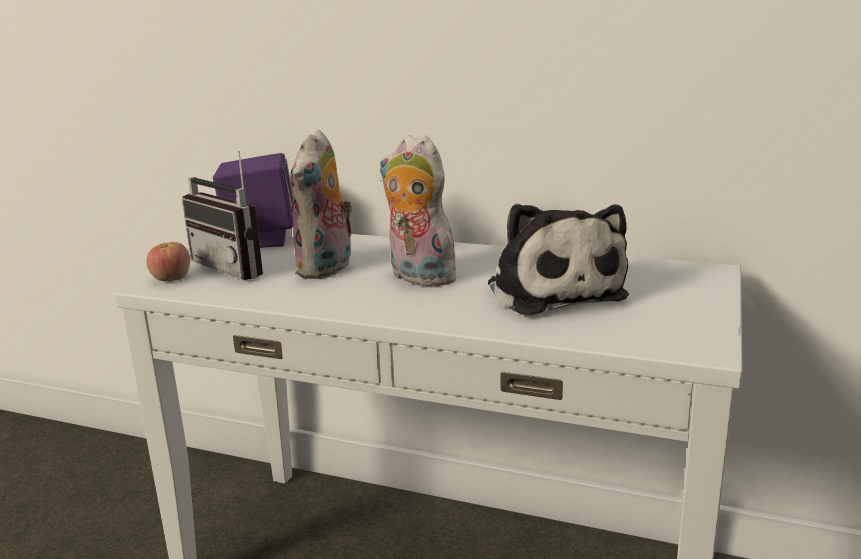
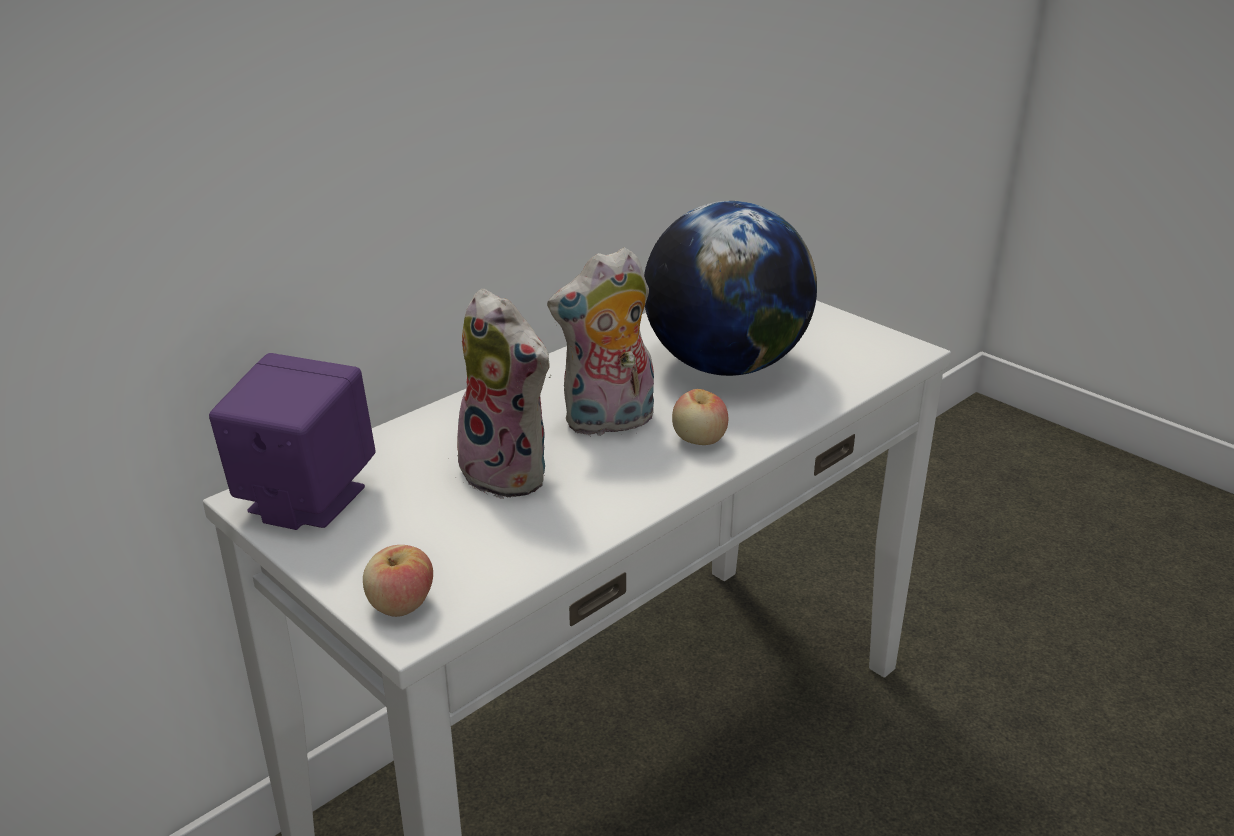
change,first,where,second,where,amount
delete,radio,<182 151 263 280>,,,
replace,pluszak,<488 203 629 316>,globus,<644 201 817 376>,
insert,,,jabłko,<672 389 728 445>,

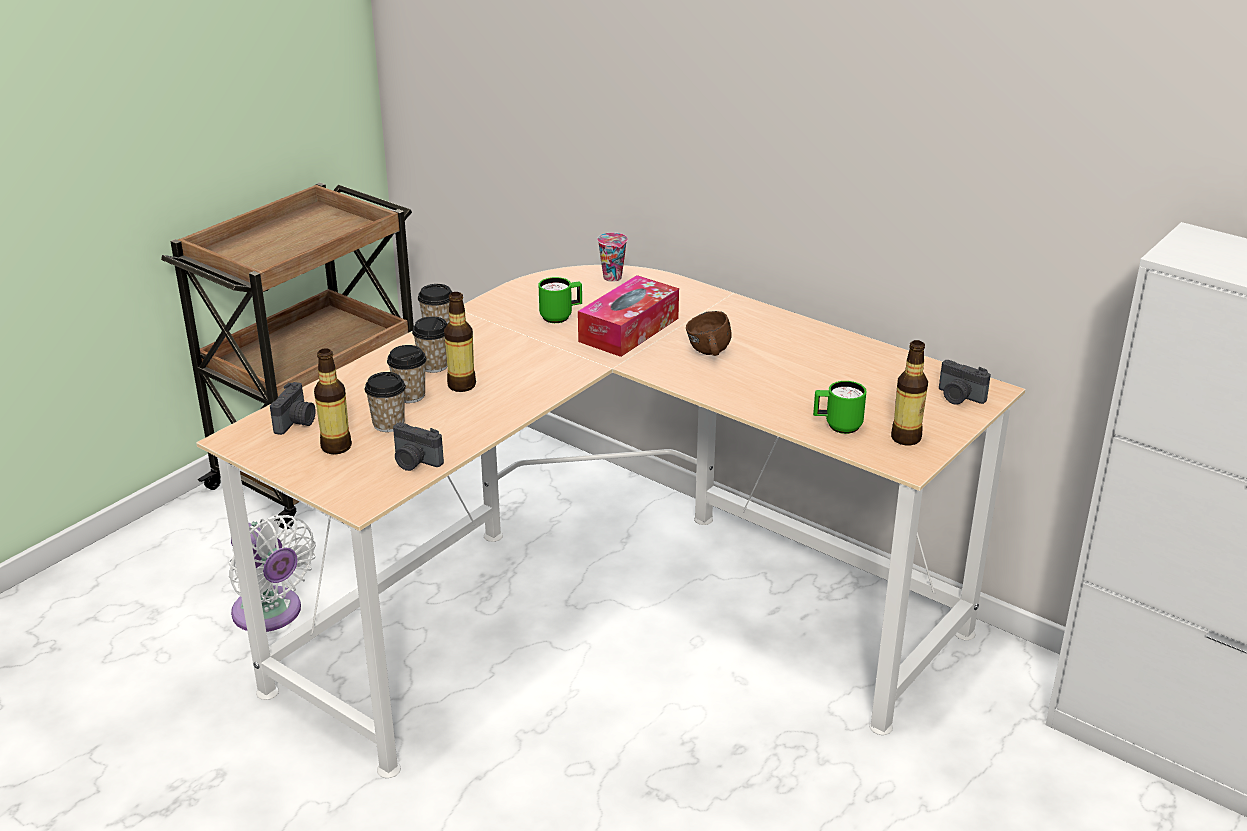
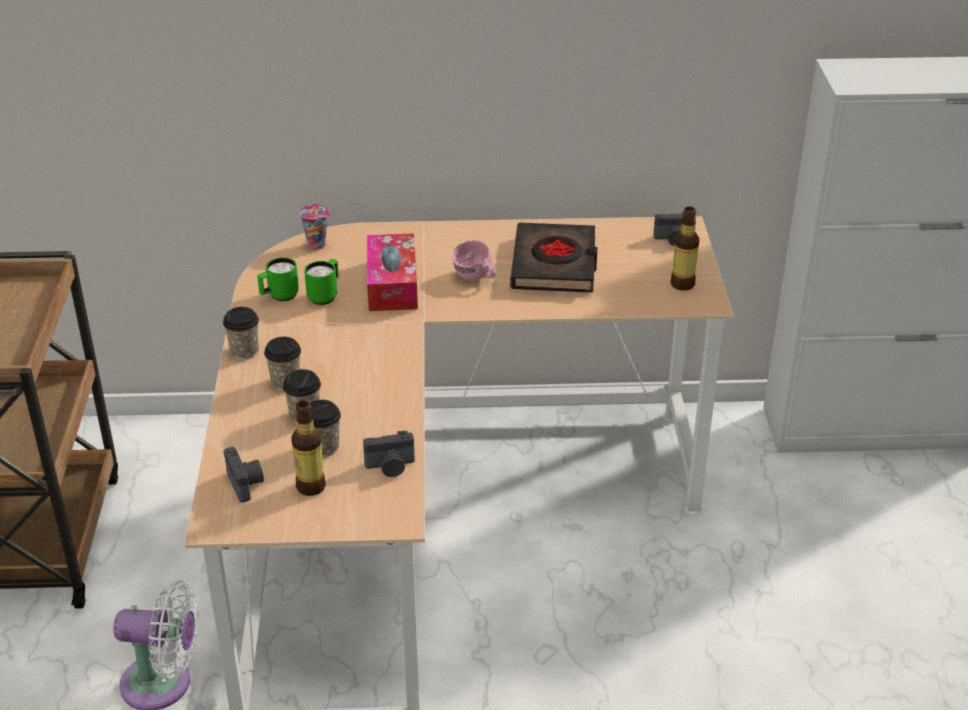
change,first,where,second,where,amount
delete,butelka,<444 292 476 392>,,,
recolor,kubek (brązowy),<686 311 732 356>,kubek (różowy),<452 240 496 280>,
move,kubek (zielony),<813 381 866 434>,,<257 257 299 301>,
insert,,,książka (czarny),<510 223 597 293>,

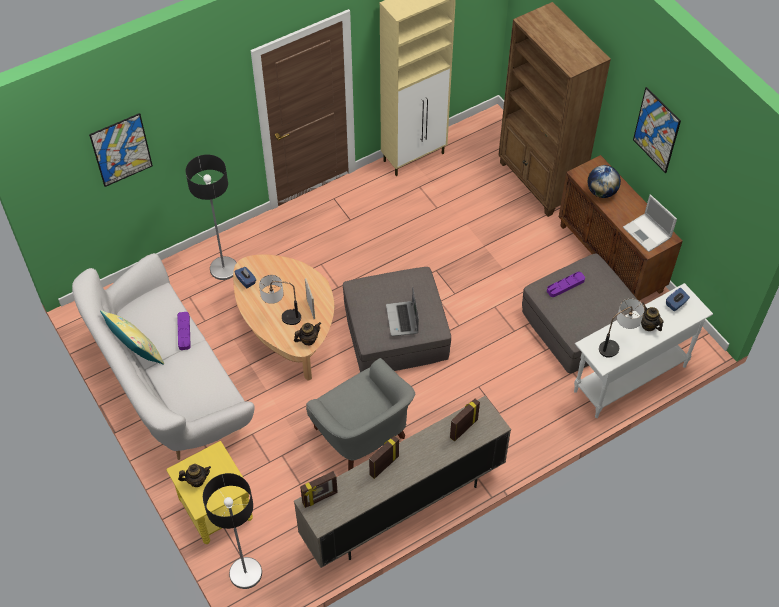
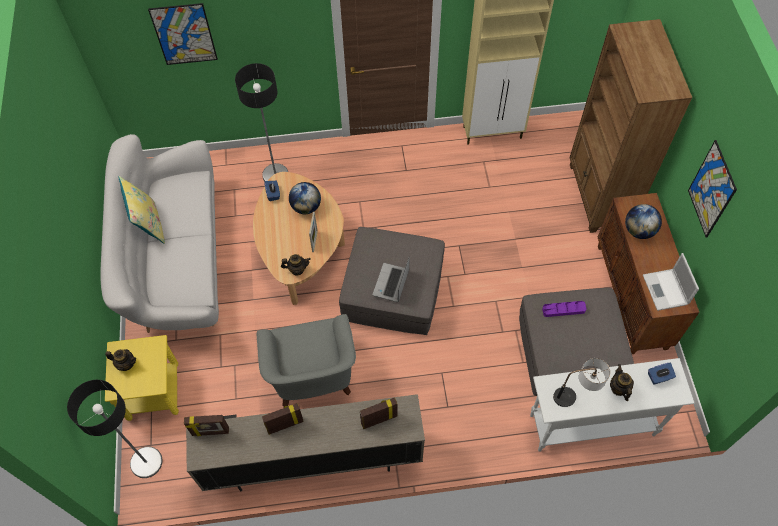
change,first,where,second,where,amount
delete,lampa stołowa,<259 275 301 325>,,,
delete,taca (fioletowy),<177 312 191 350>,,,
insert,,,globus,<289 182 321 214>,

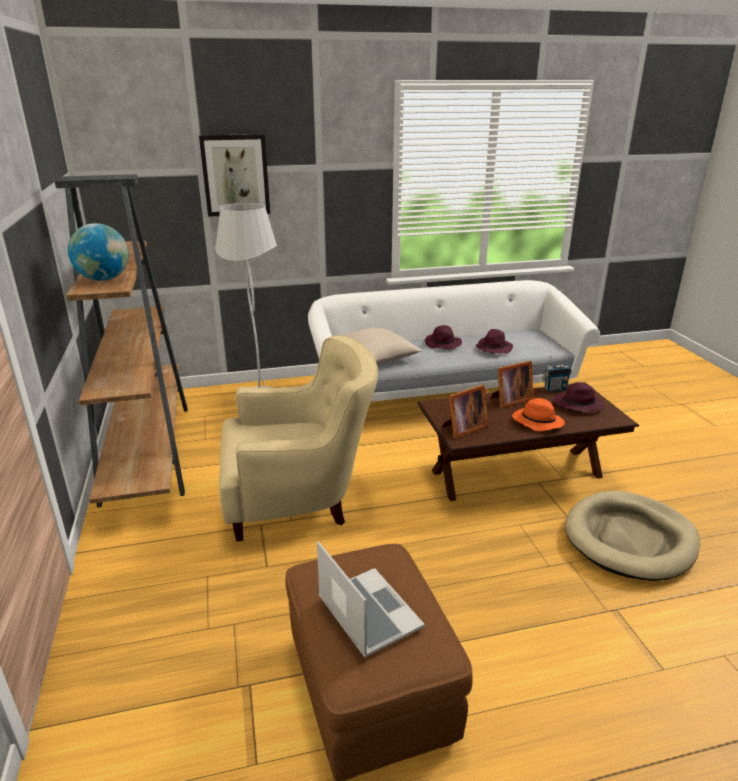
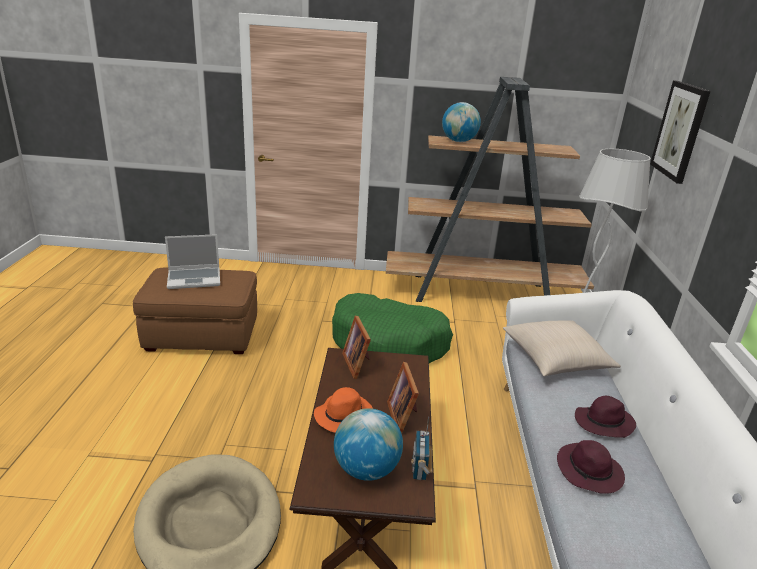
change,first,where,second,where,amount
replace,fotel (beżowy),<219 335 378 542>,legowisko (zielony),<332 293 453 363>,
replace,kapelusz (fioletowy),<554 382 605 413>,globus,<334 408 403 481>,

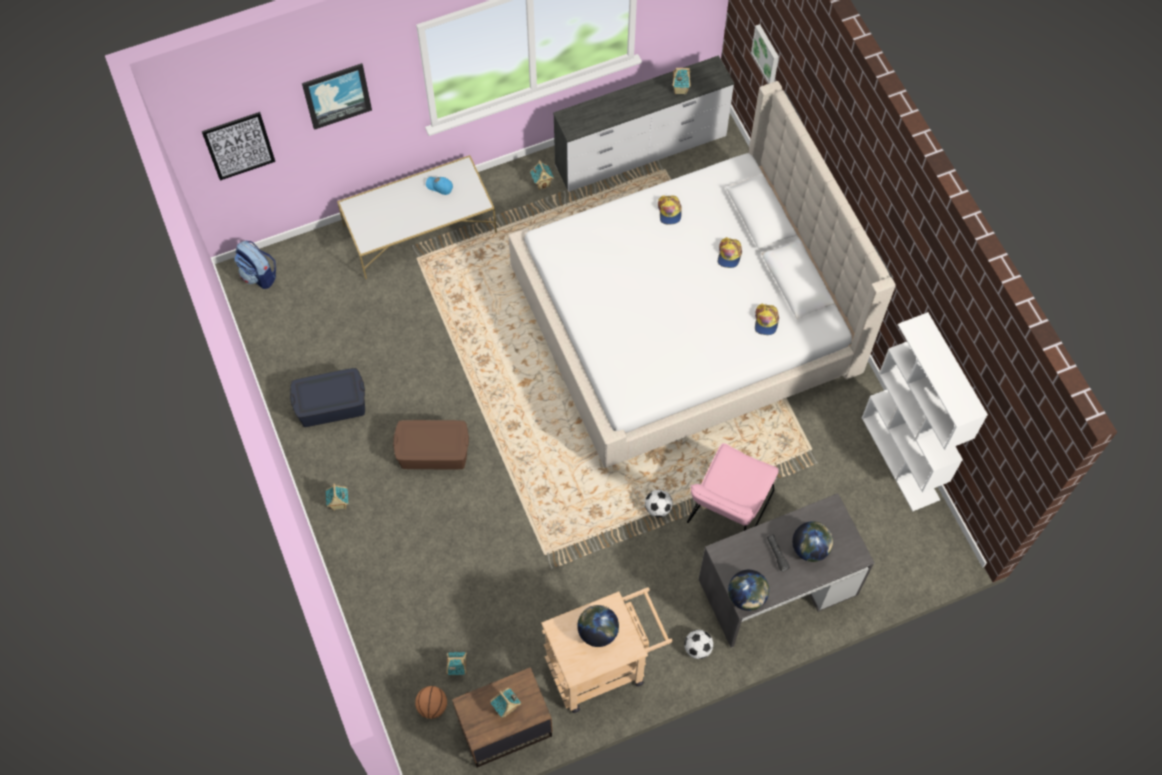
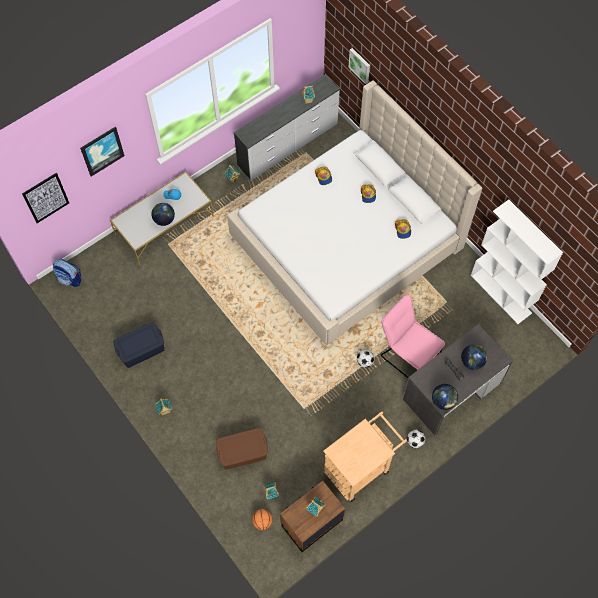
change,first,where,second,where,amount
move,pojemnik do przechowywania (brązowy),<393 420 469 469>,,<216 428 268 470>,
rotate,krzesło (różowy),<687 443 779 531>,,<381 295 445 378>,120 degrees clockwise
move,globus,<577 605 619 647>,,<151 203 175 226>,

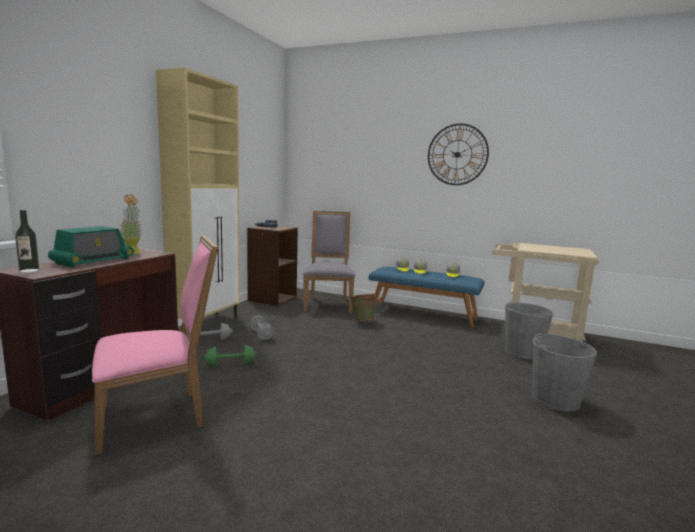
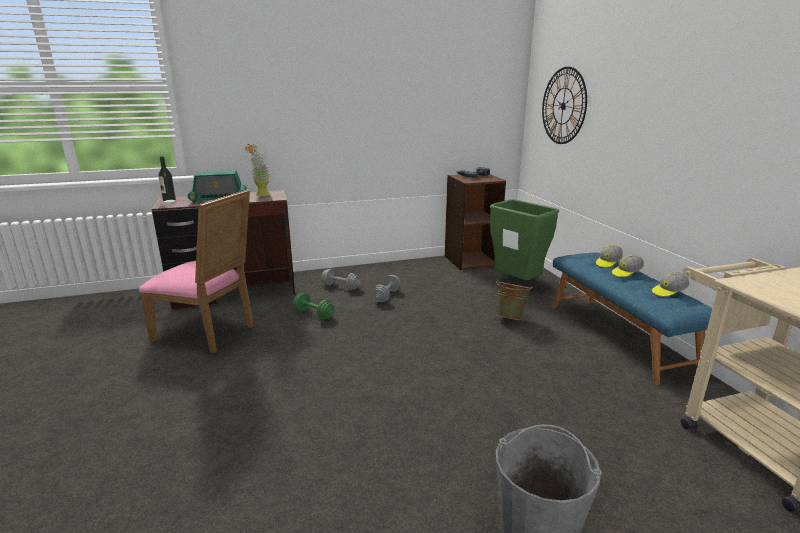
change,first,where,second,where,amount
delete,szafka (beżowy),<156 68 240 319>,,,
move,zegar ścienny,<428 123 489 185>,,<542 67 587 144>,
replace,krzesło (szary),<303 211 355 313>,kosz na śmieci (zielony),<490 199 559 280>,
delete,wiadro (szary),<505 301 554 360>,,,

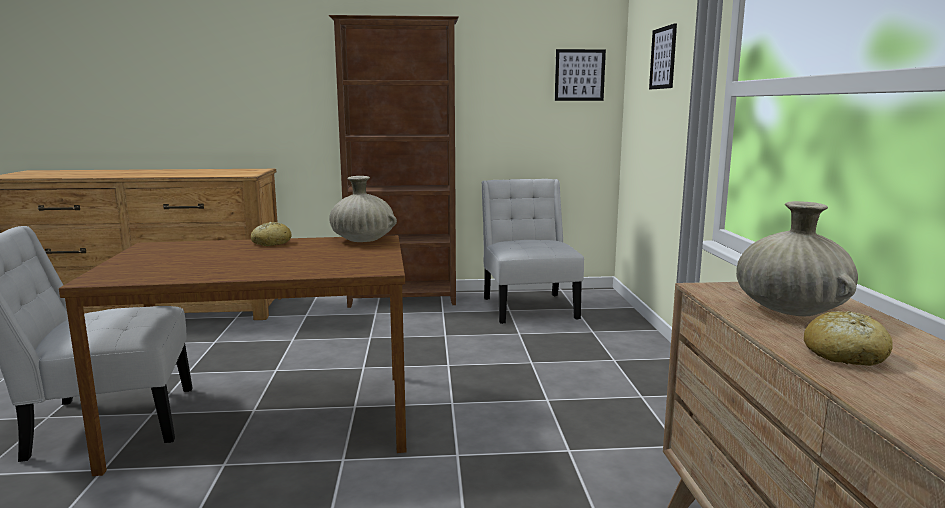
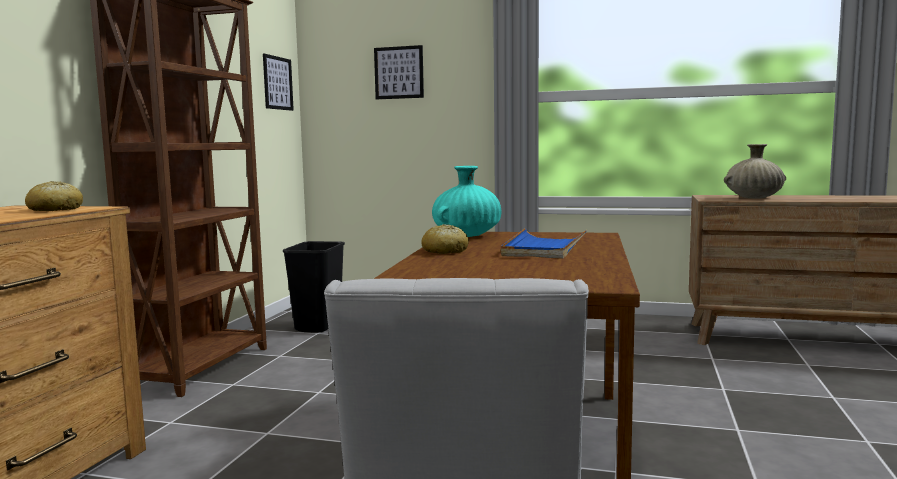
change,first,where,second,where,amount
recolor,wazon (beżowy),<329 176 397 242>,wazon (turkusowy),<432 166 502 237>,
replace,krzesło (biały),<481 179 584 324>,kosz na śmieci (czarny),<283 241 345 333>,
move,chleb,<804 311 893 366>,,<25 181 83 211>,
insert,,,taca (niebieski),<501 228 587 259>,

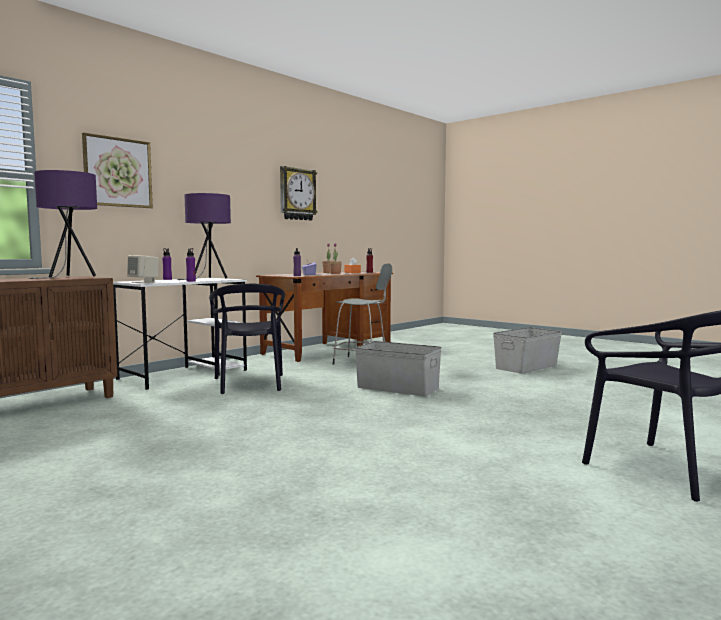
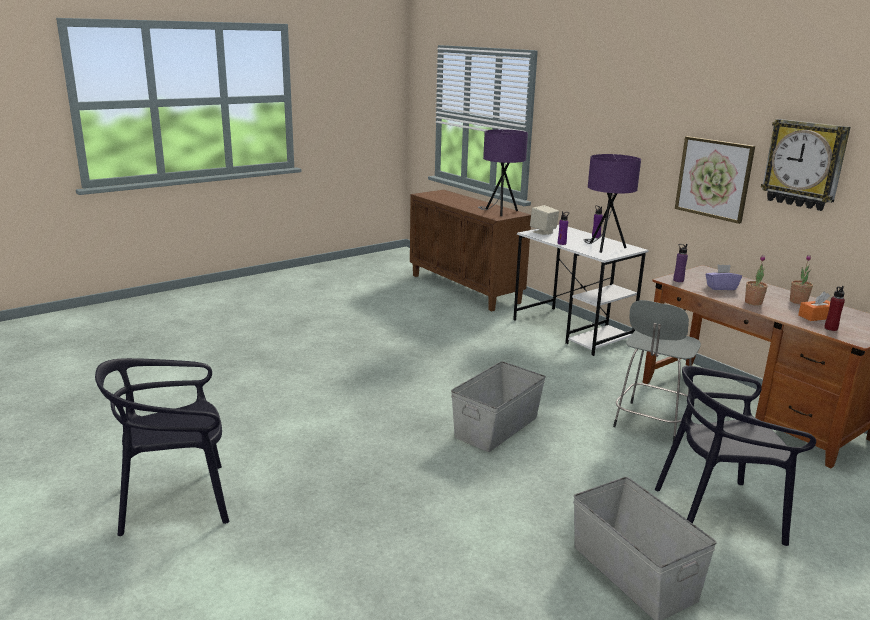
change,first,where,second,where,amount
move,obraz,<82 133 153 208>,,<675 136 755 224>,
move,krzesło (czarny),<209 284 285 394>,,<655 366 816 546>,

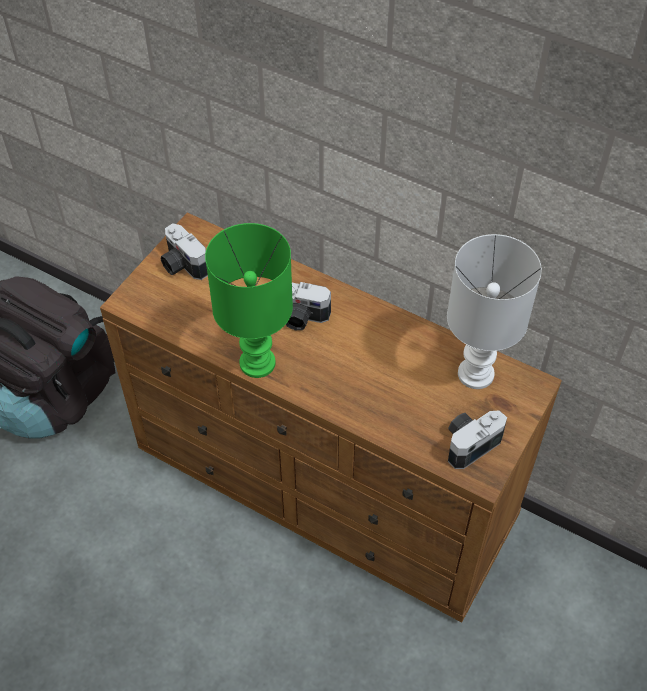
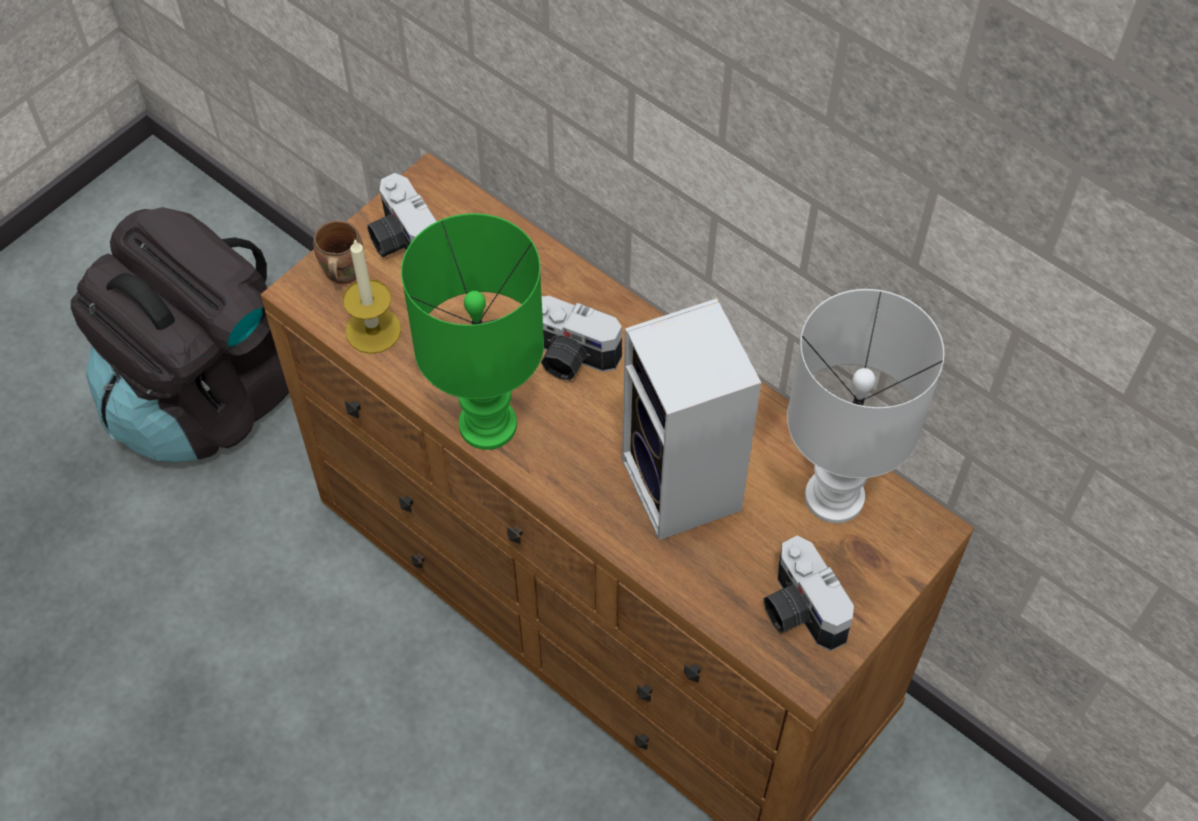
change,first,where,second,where,amount
rotate,aparat fotograficzny,<448 410 507 469>,,<763 535 854 651>,90 degrees counterclockwise
insert,,,kubek (brązowy),<313 220 363 284>,
insert,,,świeca,<343 239 401 354>,
insert,,,głośnik,<622 298 761 540>,

